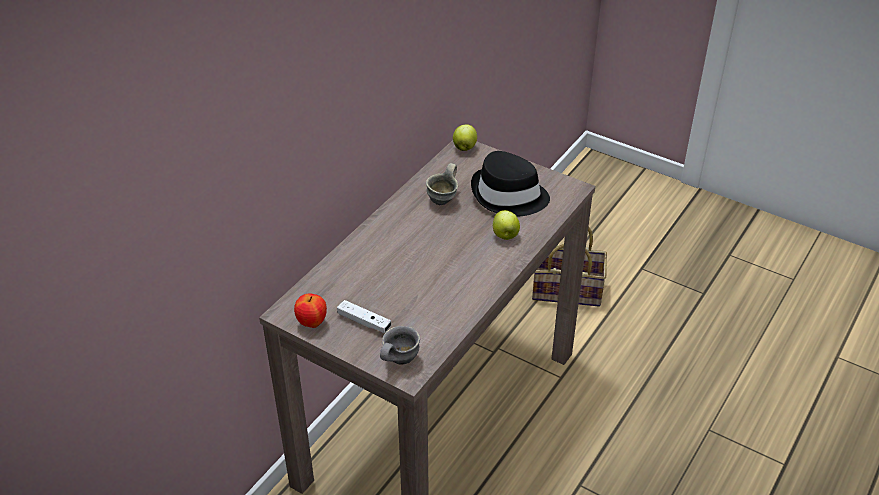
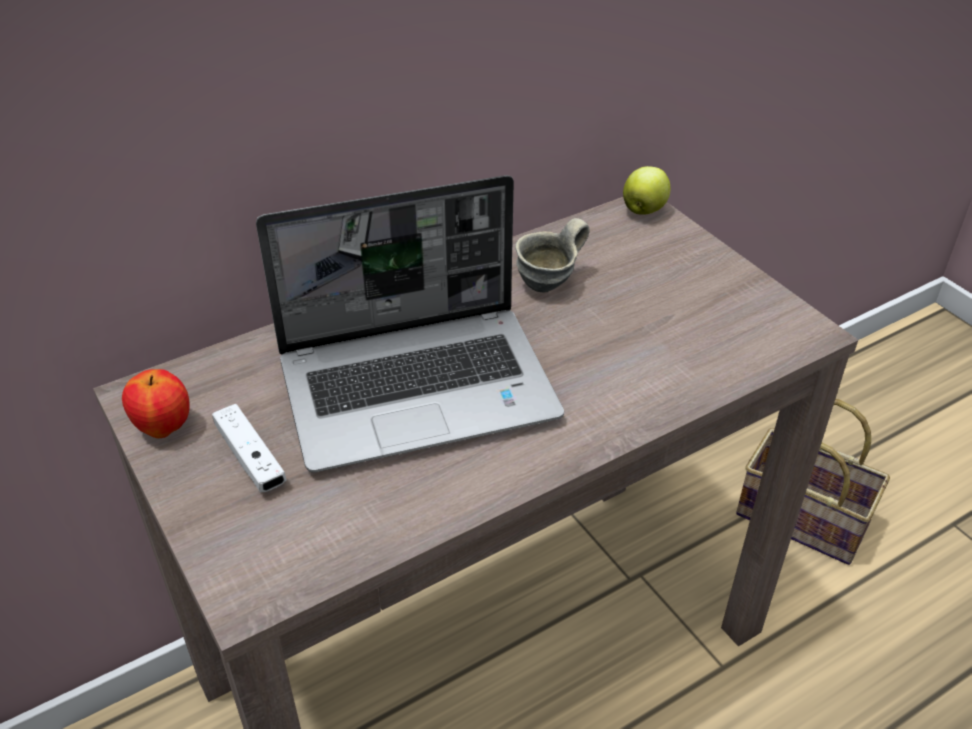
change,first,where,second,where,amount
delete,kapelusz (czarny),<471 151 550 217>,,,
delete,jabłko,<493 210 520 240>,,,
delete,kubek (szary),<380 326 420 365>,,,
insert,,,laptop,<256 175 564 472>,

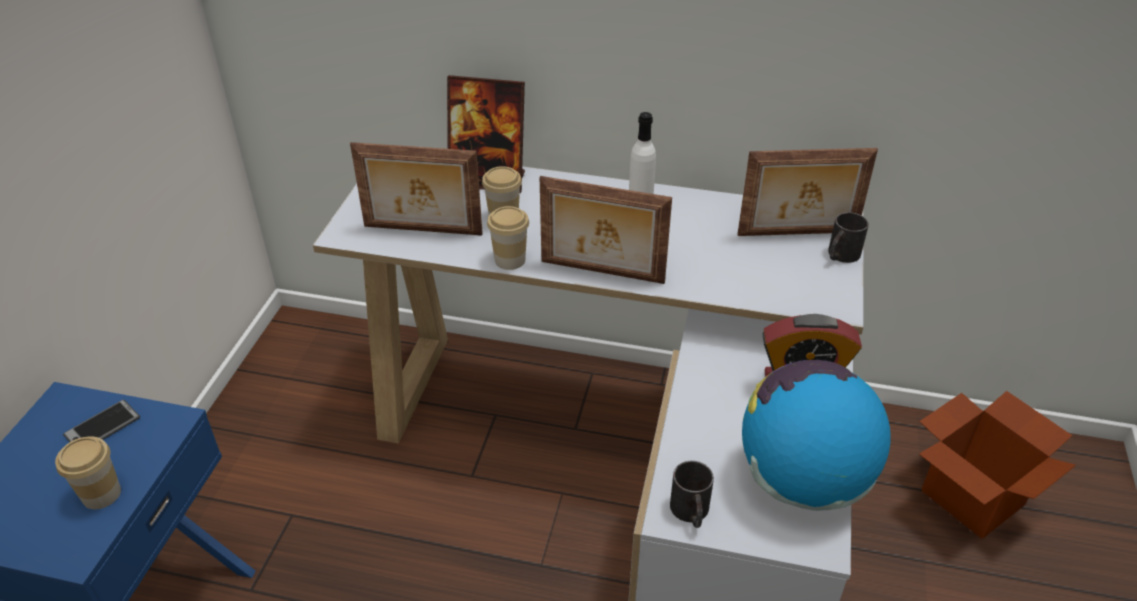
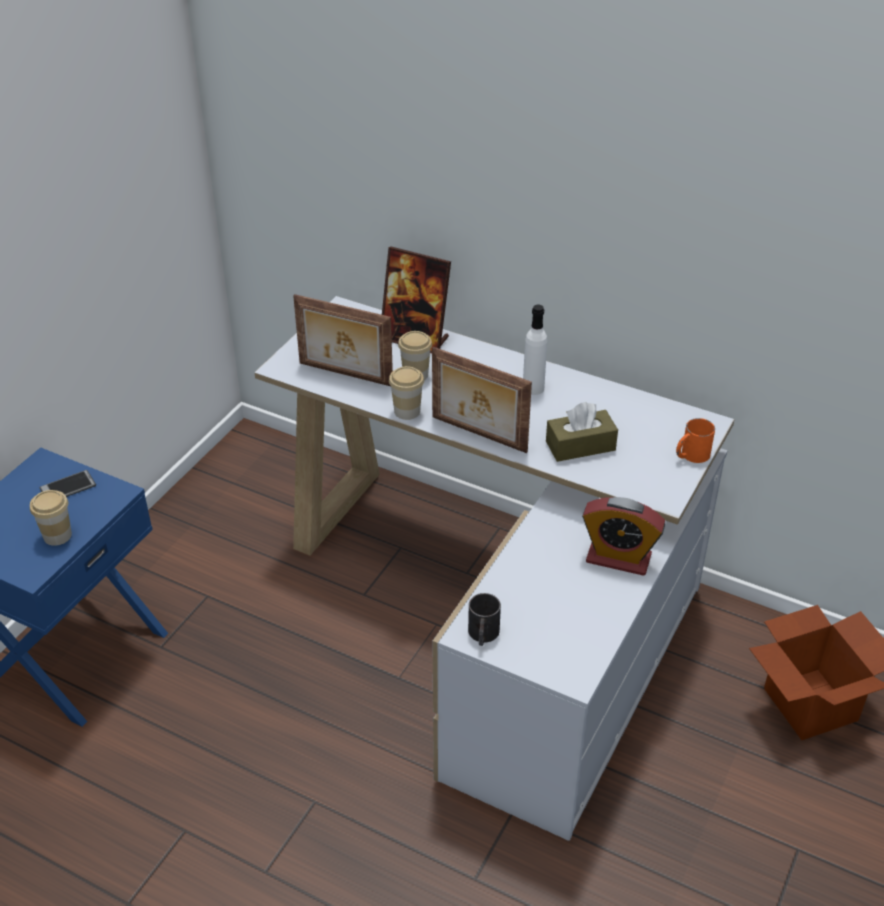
change,first,where,second,where,amount
delete,ramka na zdjęcie,<737 148 878 236>,,,
recolor,kubek (czarny),<828 212 869 263>,kubek (pomarańczowy),<676 418 715 463>,
delete,globus,<742 360 891 511>,,,
insert,,,pudełko chusteczek (brązowy),<546 402 618 462>,

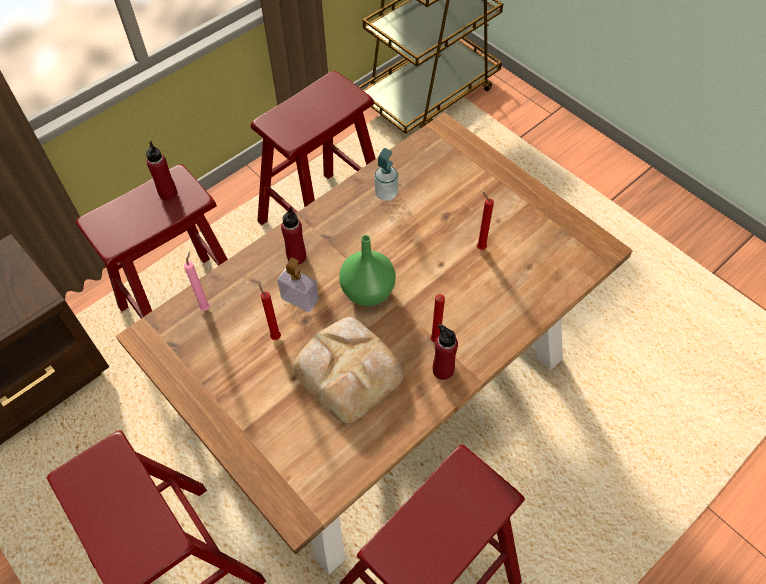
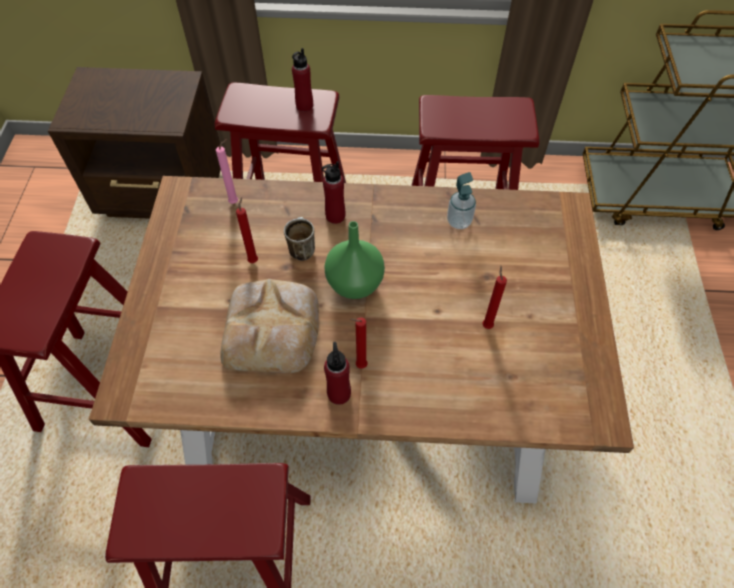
change,first,where,second,where,amount
replace,dozownik mydła,<277 257 319 313>,kubek,<284 217 315 261>,

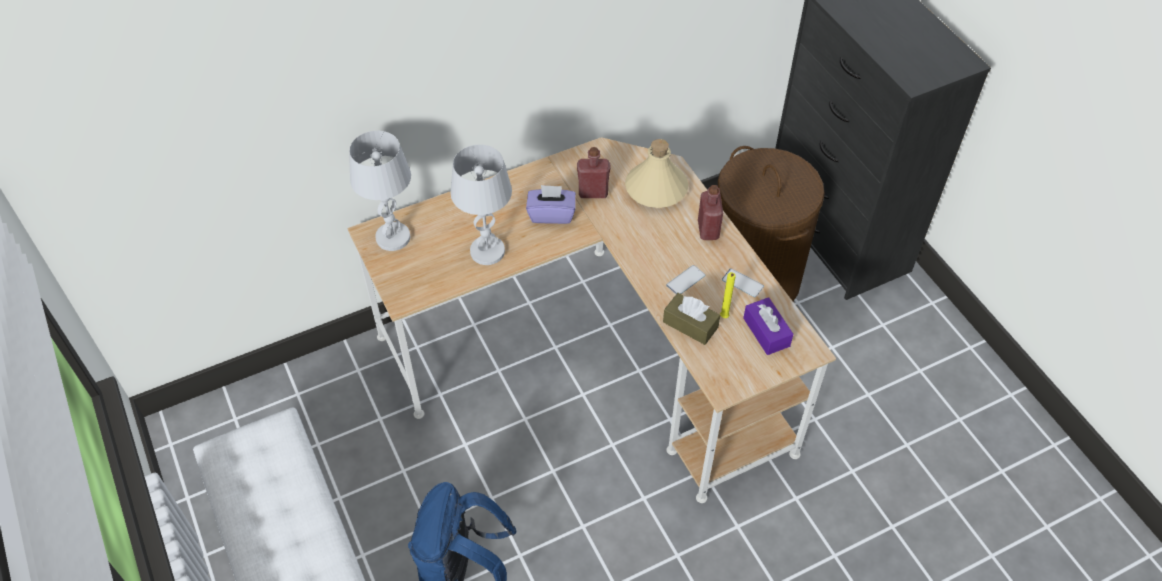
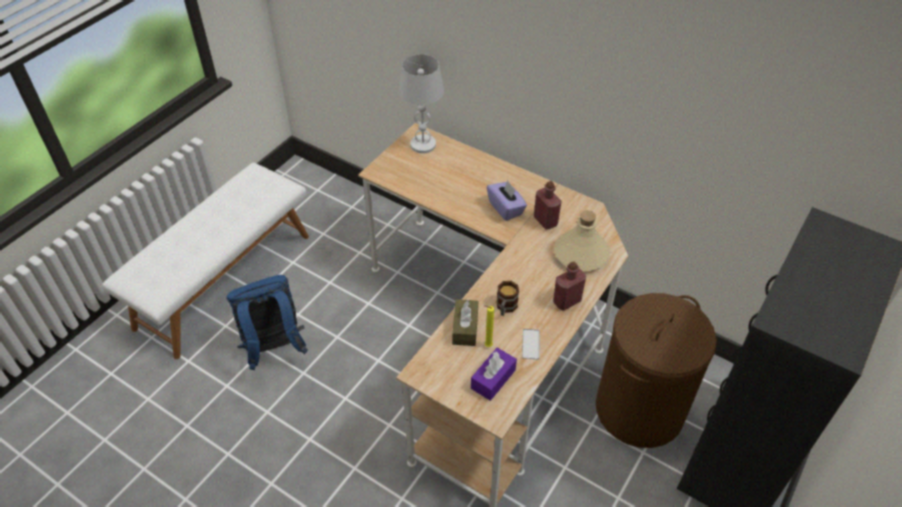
change,first,where,second,where,amount
delete,lampa stołowa (biały),<451 145 512 265>,,,
replace,telefon,<666 265 705 294>,kubek,<497 281 519 316>,

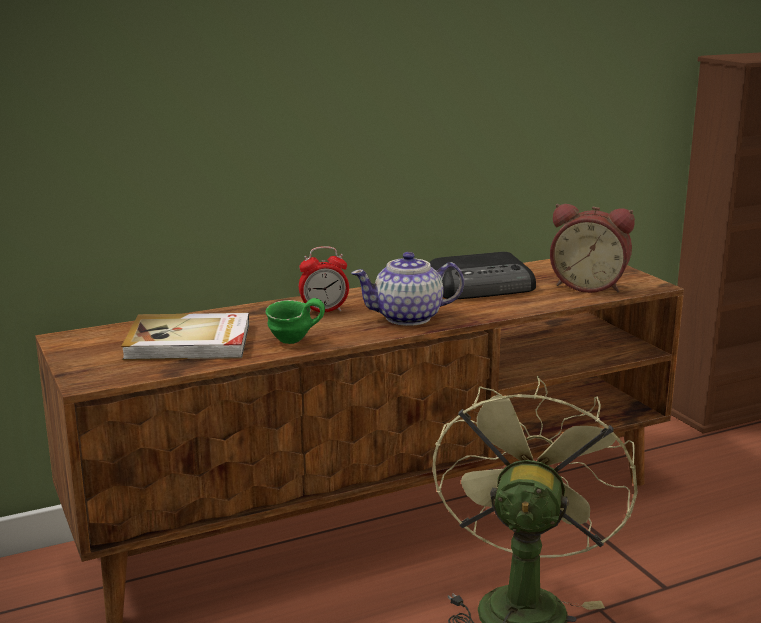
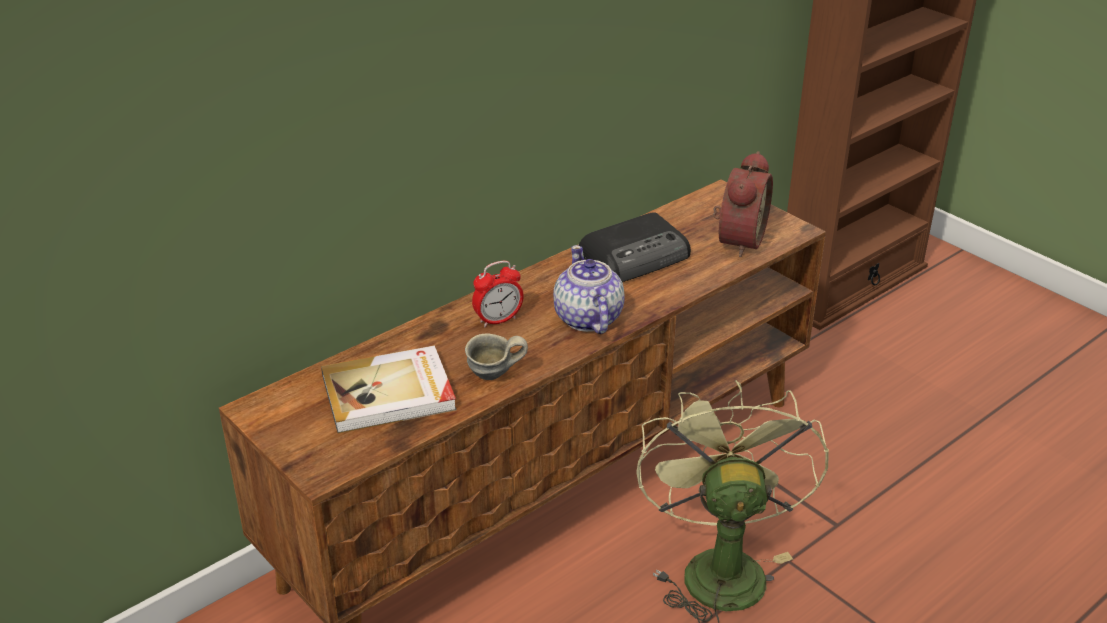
change,first,where,second,where,amount
rotate,budzik,<550 204 635 293>,,<713 151 773 257>,75 degrees counterclockwise
rotate,imbryk,<351 252 464 326>,,<553 245 625 334>,105 degrees clockwise
recolor,kubek (zielony),<265 298 325 344>,kubek (szary),<465 334 528 380>,

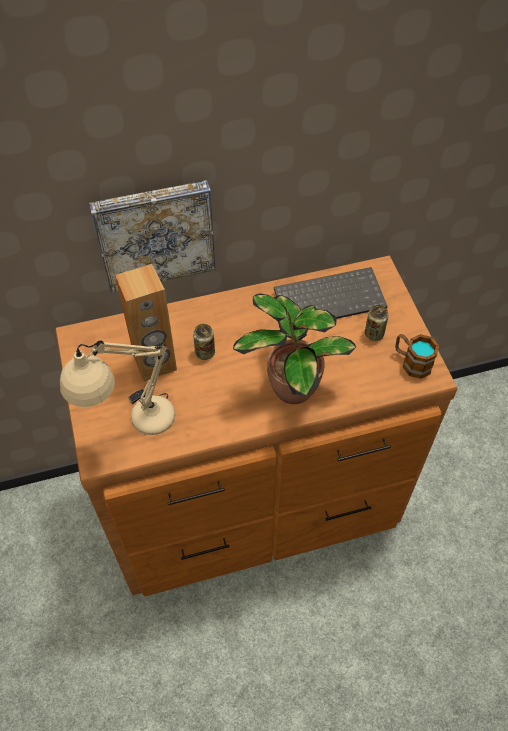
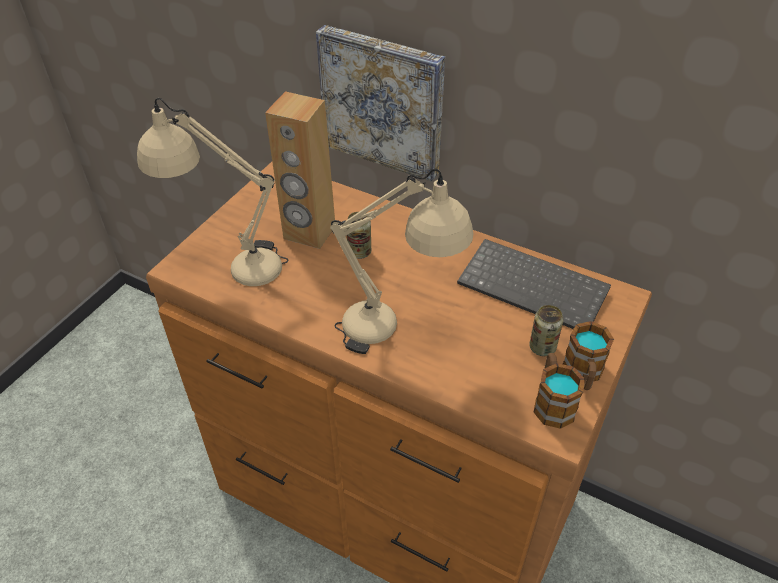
change,first,where,second,where,amount
replace,roślina doniczkowa,<233 293 356 404>,lampa stołowa (beżowy),<330 169 473 354>,
insert,,,kubek,<563 321 614 390>,

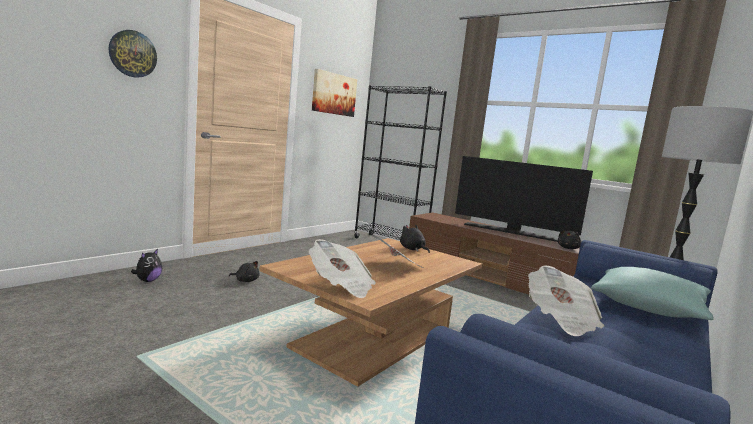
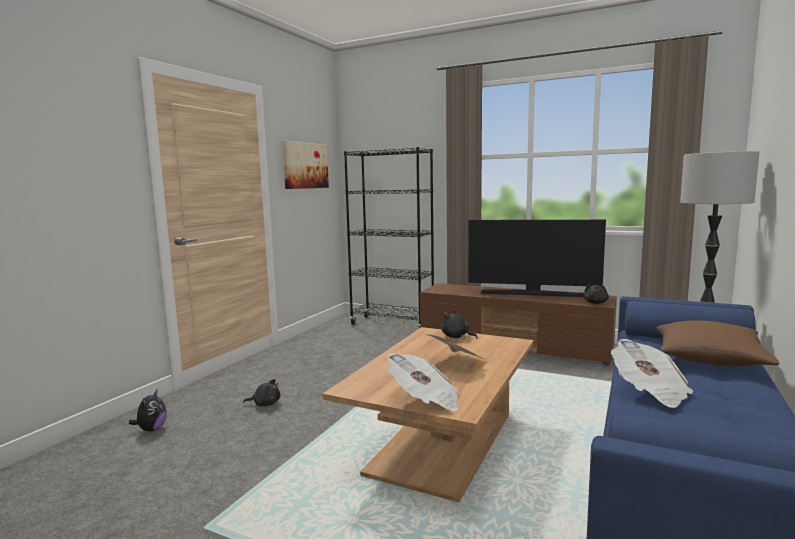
change,first,where,second,where,amount
delete,zegar ścienny,<108 30 157 77>,,,
recolor,poduszka (turkusowy),<591 267 714 320>,poduszka (brązowy),<656 320 780 367>,

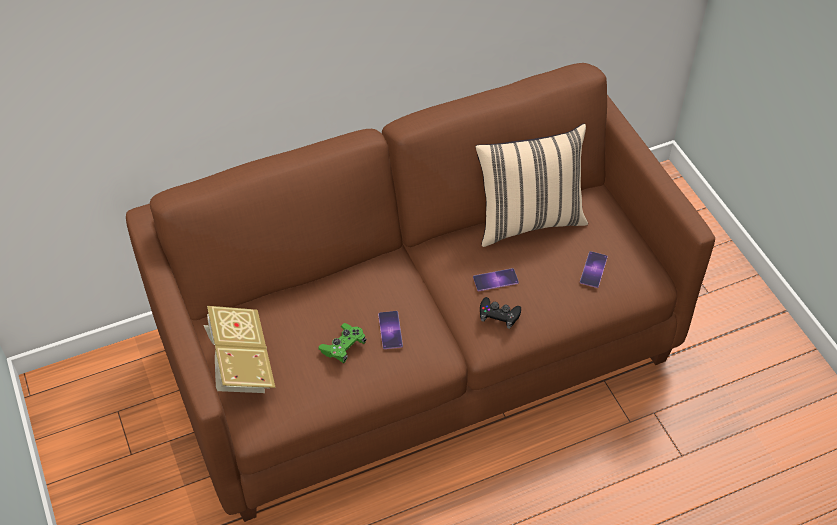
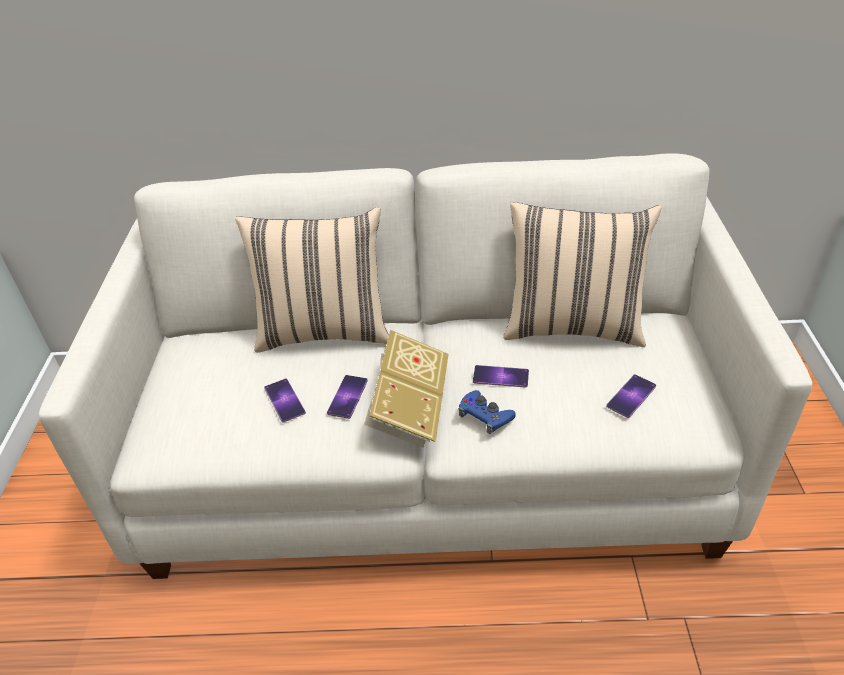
change,first,where,second,where,amount
recolor,kanapa (brązowy),<126 63 715 522>,kanapa (biały),<39 153 813 579>,
recolor,pad do gier (czarny),<480 297 521 329>,pad do gier (niebieski),<459 390 516 434>,
move,książka,<204 306 275 393>,,<364 330 449 448>,
replace,pad do gier (zielony),<318 323 366 363>,telefon,<264 379 306 423>,
insert,,,poduszka (beżowy),<235 207 389 353>,

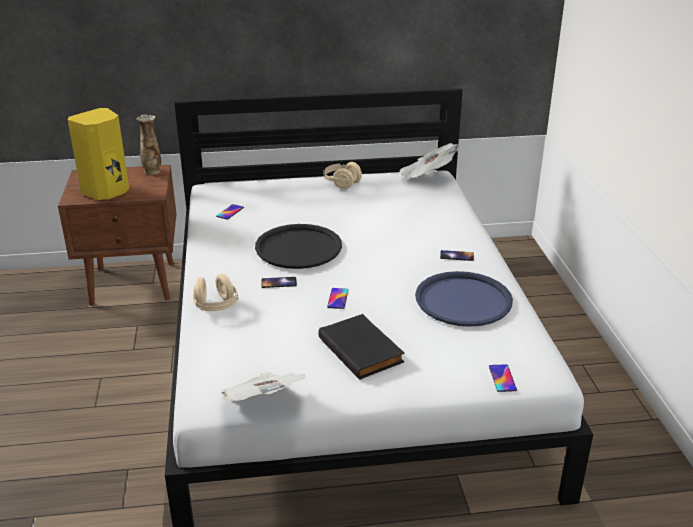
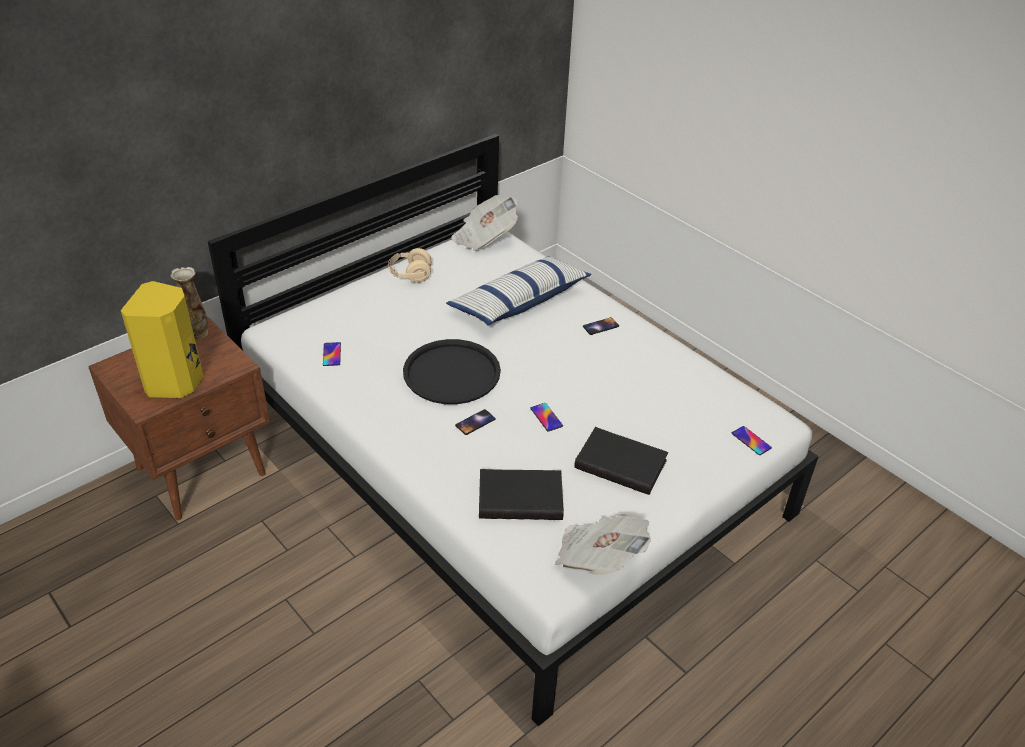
change,first,where,second,where,amount
delete,taca (niebieski),<415 271 513 327>,,,
delete,słuchawki (beżowy),<193 274 238 311>,,,
insert,,,poduszka,<446 256 591 326>,
insert,,,książka (czarny),<479 469 564 520>,

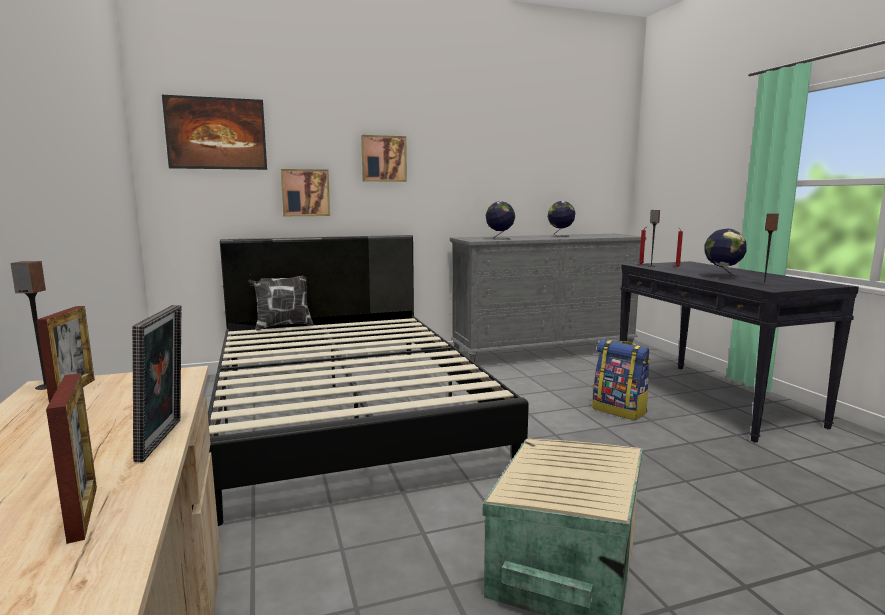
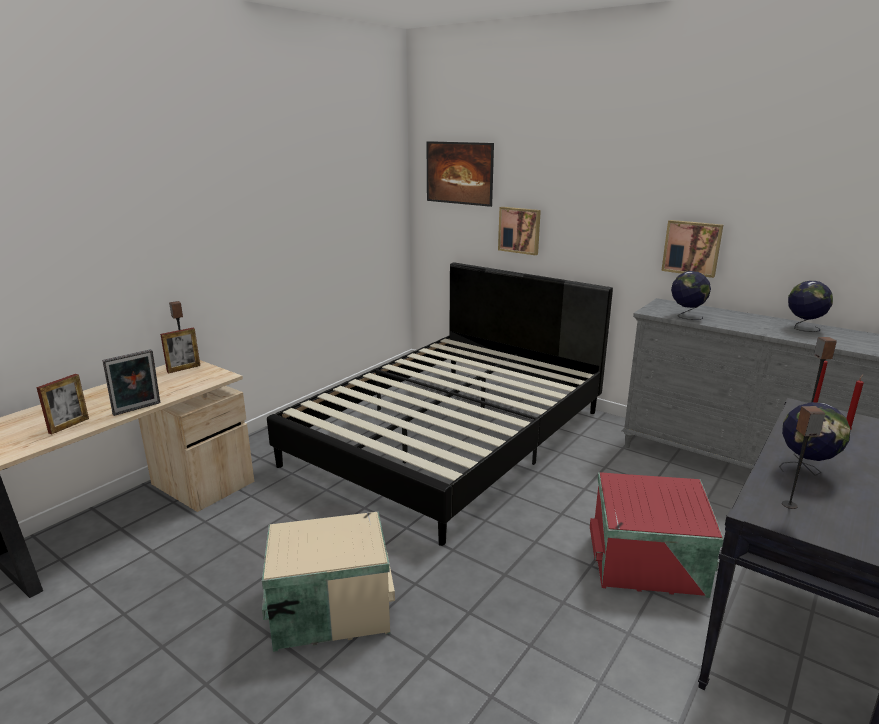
change,first,where,second,where,amount
move,obraz,<361 135 407 182>,,<661 220 723 278>,
delete,poduszka,<248 275 314 331>,,,
replace,plecak,<592 339 650 420>,pojemnik do przechowywania (czerwony),<590 472 724 598>,

